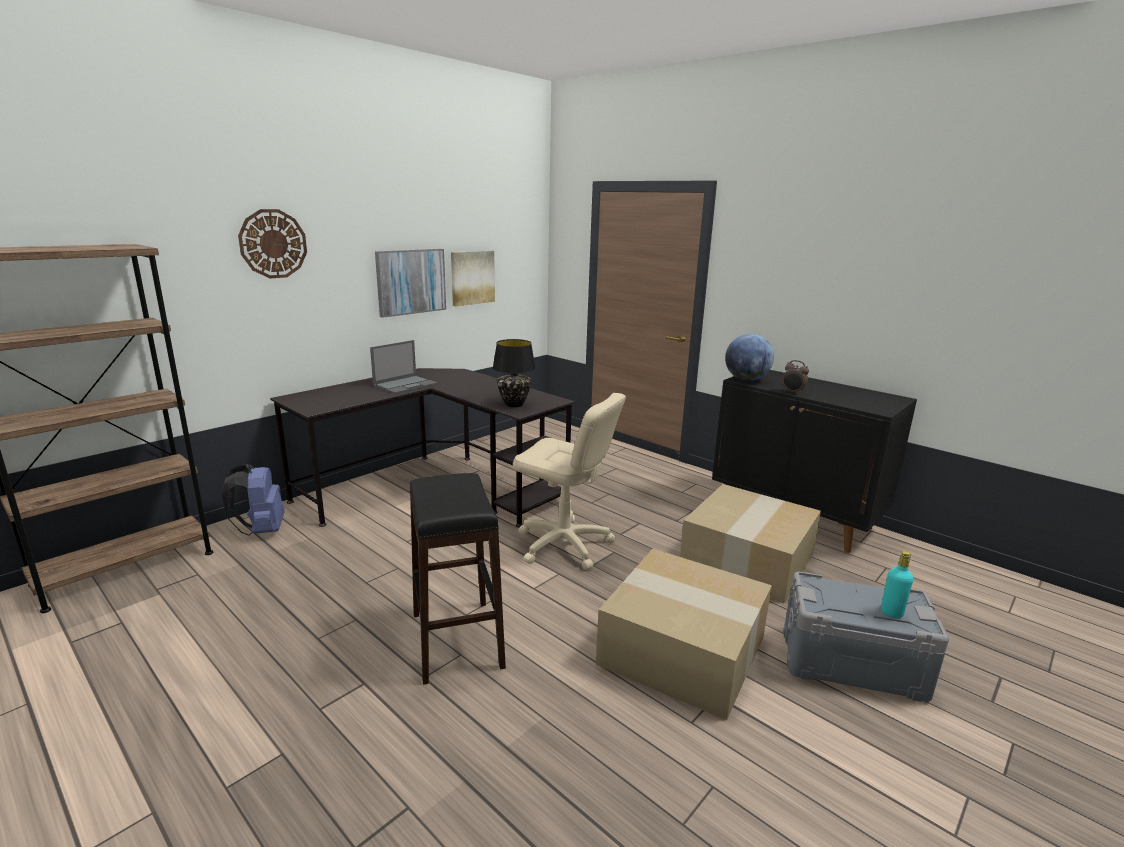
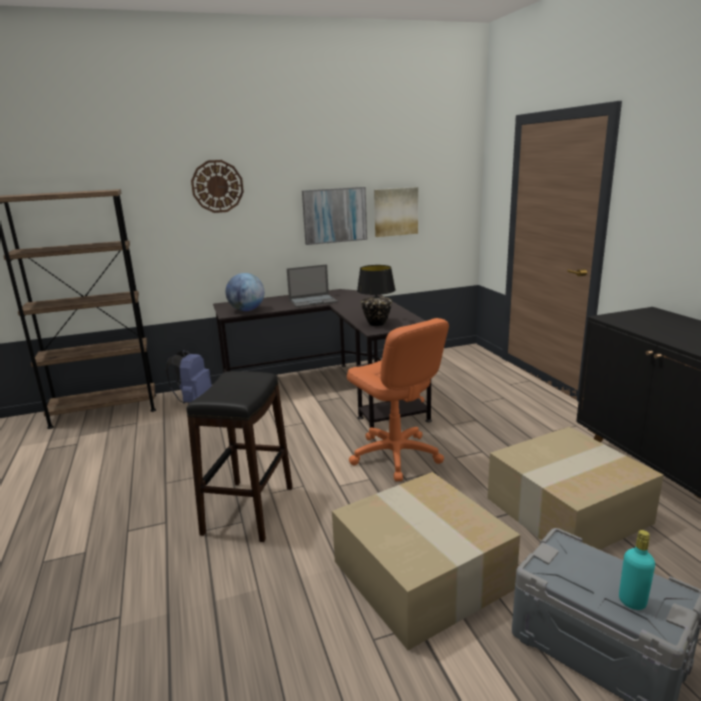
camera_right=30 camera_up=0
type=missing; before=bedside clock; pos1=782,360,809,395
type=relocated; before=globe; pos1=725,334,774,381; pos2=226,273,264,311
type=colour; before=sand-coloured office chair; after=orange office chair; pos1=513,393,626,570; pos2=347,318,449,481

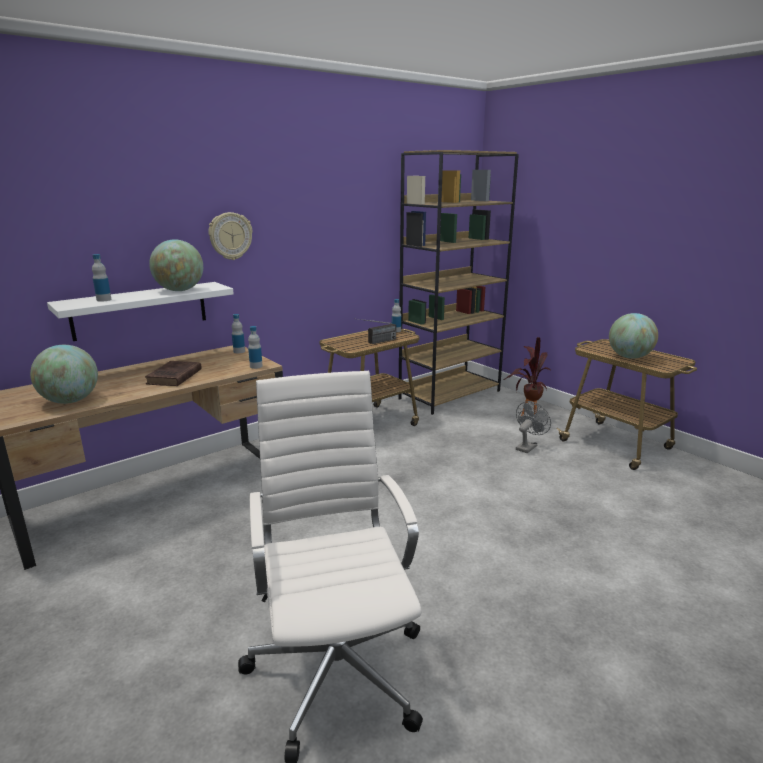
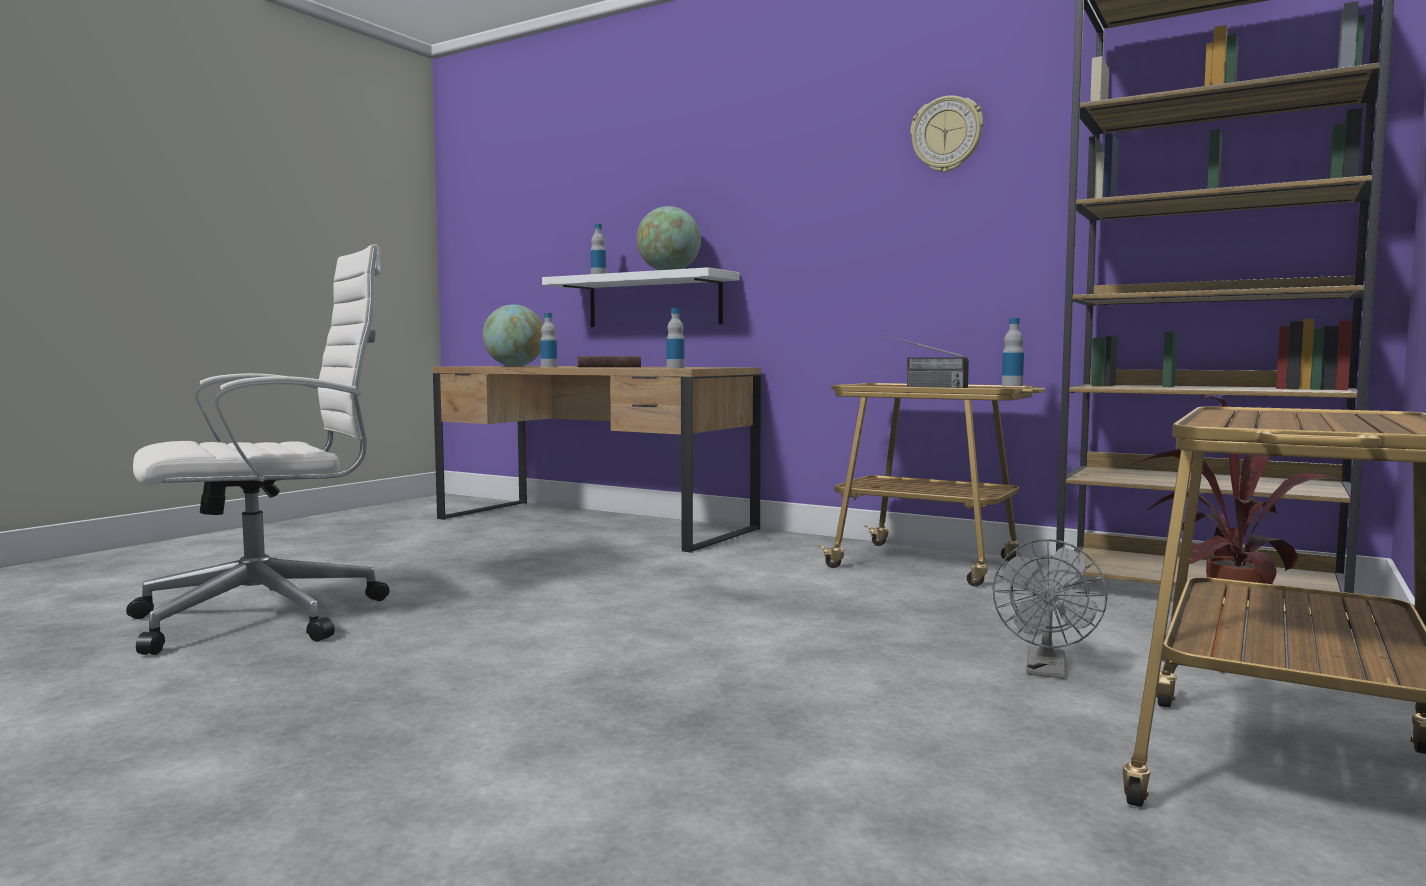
camera_right=70 camera_up=-15
type=missing; before=globe; pos1=609,313,658,359
type=relocated; before=wall clock; pos1=208,212,253,260; pos2=910,95,984,173
type=relocated; before=bottle; pos1=232,314,245,353; pos2=540,313,557,367
type=spun; before=gray cooling fan; pos1=516,401,551,453; pos2=992,539,1107,679; turn=90

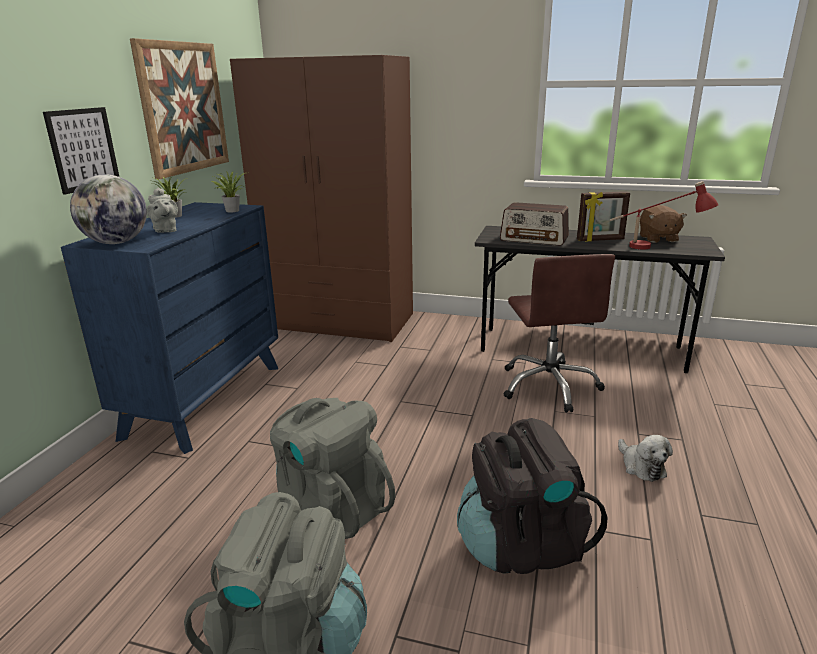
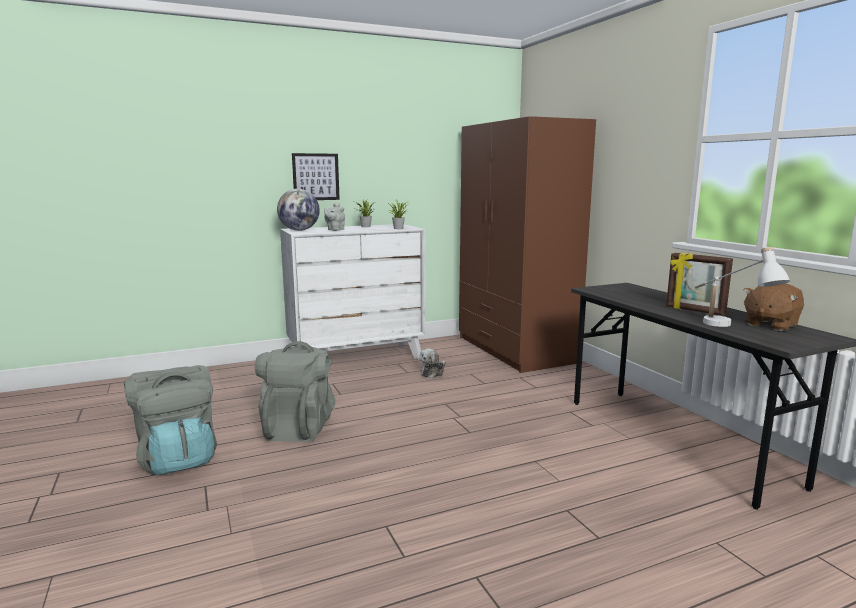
camera_right=50 camera_up=-10
type=missing; before=wall art; pos1=130,38,229,179
type=missing; before=black backpack; pos1=457,418,607,574
type=missing; before=radio; pos1=500,202,569,246
type=missing; before=brown-coloured office chair; pos1=504,254,615,413
type=relocated; before=soft toy; pos1=618,435,673,482; pos2=419,348,446,378
type=colour; before=blue dresser; after=whitish dresser; pos1=61,202,278,454; pos2=280,224,425,360
type=colour; before=red-coloured table lamp; after=whitish table lamp; pos1=610,181,718,250; pos2=695,247,790,327

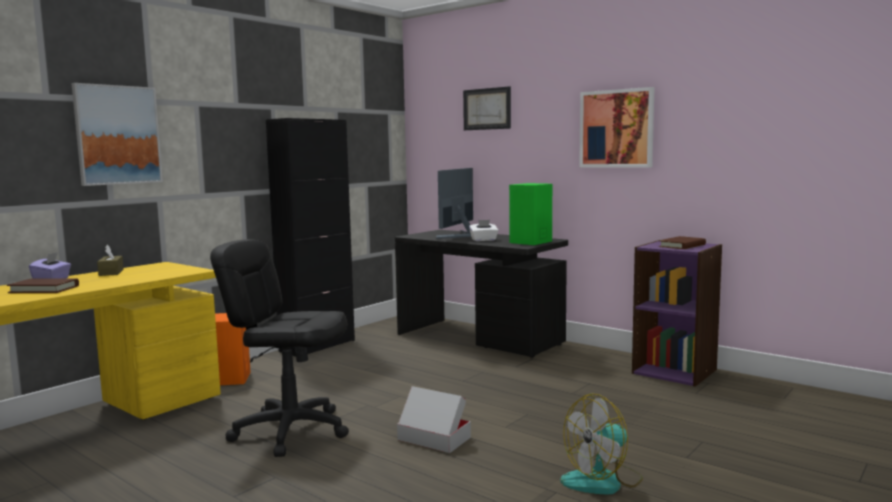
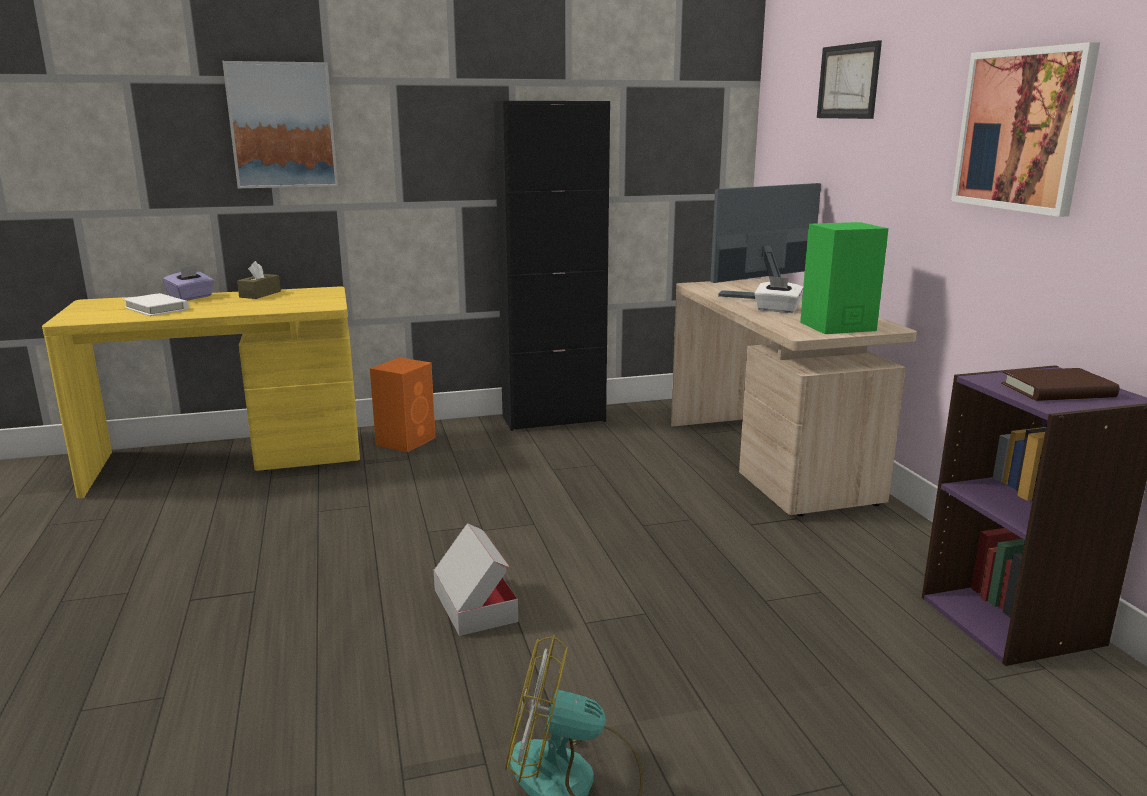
camera_right=35 camera_up=10
type=missing; before=black office chair; pos1=210,239,349,457
type=colour; before=brown-coloured book; after=whitish book; pos1=7,278,79,293; pos2=123,293,189,316
type=colour; before=black desk table; after=sand-coloured desk table; pos1=395,230,568,358; pos2=671,278,917,516

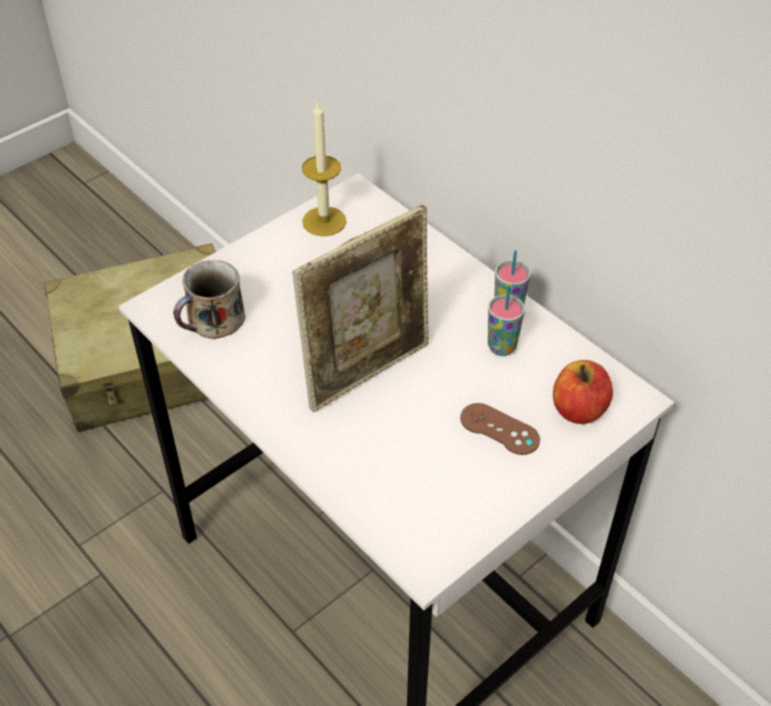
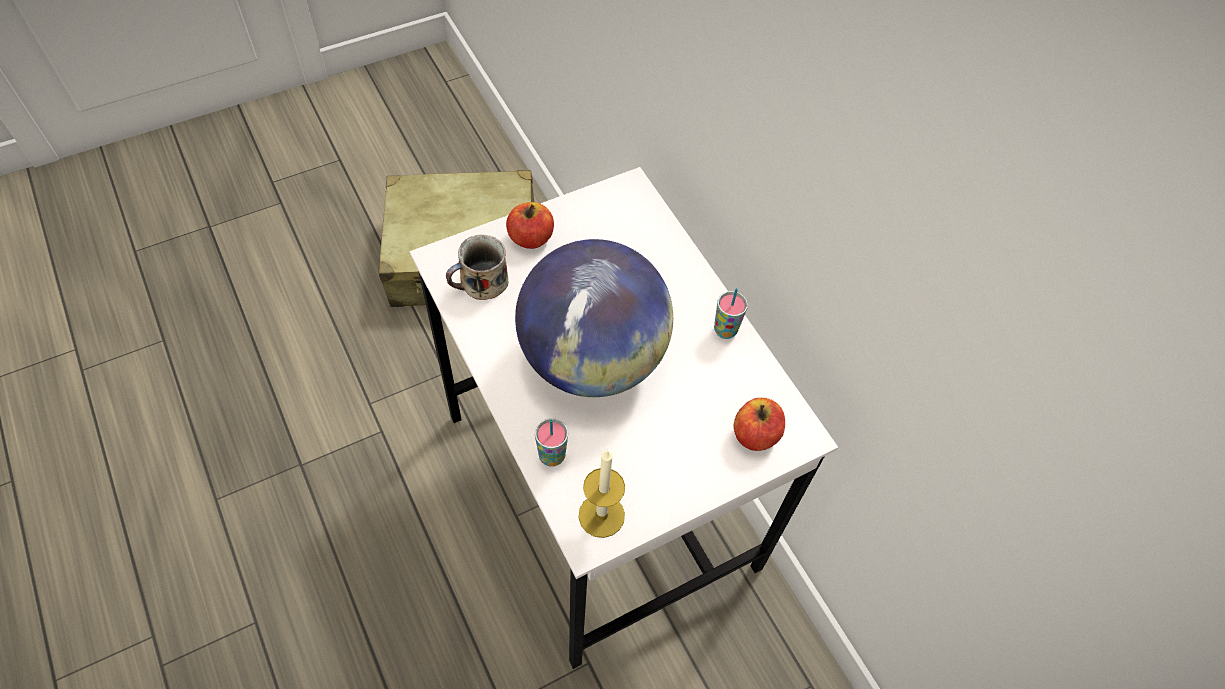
camera_right=10 camera_up=10
type=missing; before=brown-coloured game controller; pos1=460,403,540,455
type=appeared; after=apple fruit; pos2=506,202,554,249
type=relocated; before=wax candle; pos1=302,101,346,236; pos2=578,450,625,538
type=relocated; before=small cup; pos1=488,285,525,356; pos2=535,418,568,467
type=exchanged; before=picture frame; after=globe; pos1=293,205,429,412; pos2=515,239,673,397

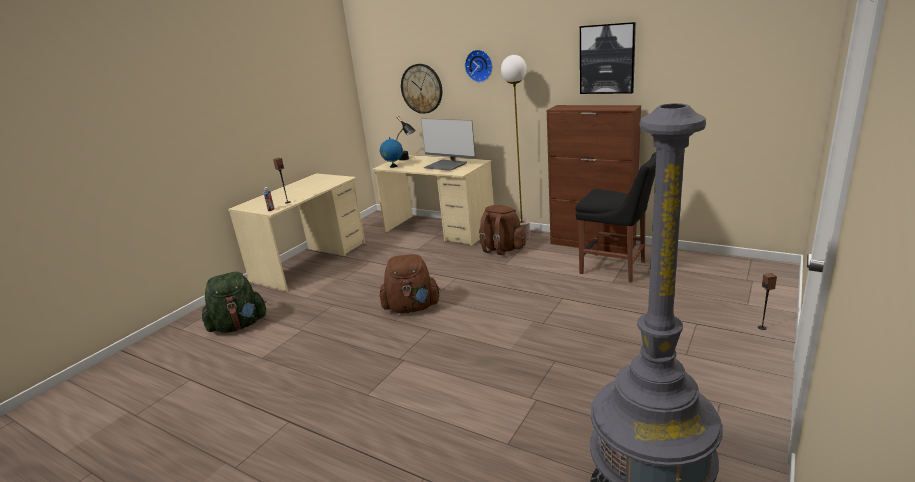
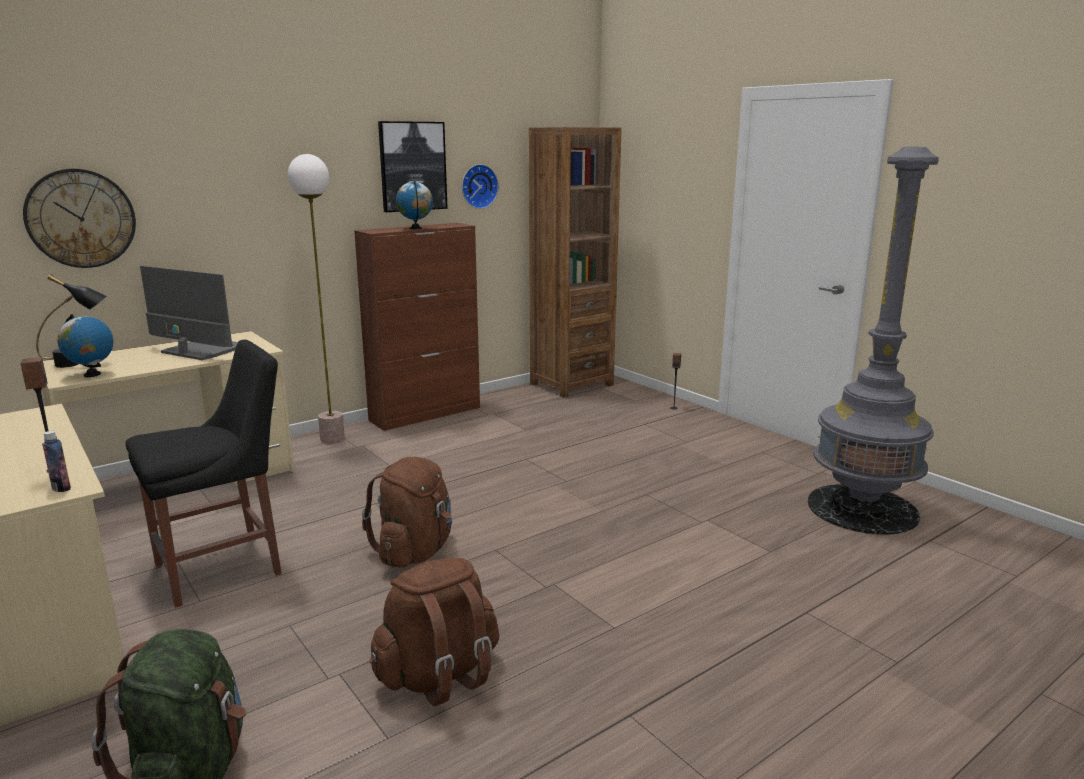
camera_right=-70 camera_up=-5
type=appeared; after=globe; pos2=396,181,433,229
type=appeared; after=brown-coloured bookshelf; pos2=529,127,622,398
type=relocated; before=wall clock; pos1=465,50,492,82; pos2=462,164,499,209
type=relocated; before=brown-coloured backpack; pos1=479,205,526,255; pos2=369,558,499,706
type=relocated; before=black upright chair; pos1=575,152,656,283; pos2=126,340,282,608
type=spun; before=monitor; pos1=421,118,476,171; pos2=140,266,238,360; turn=-120

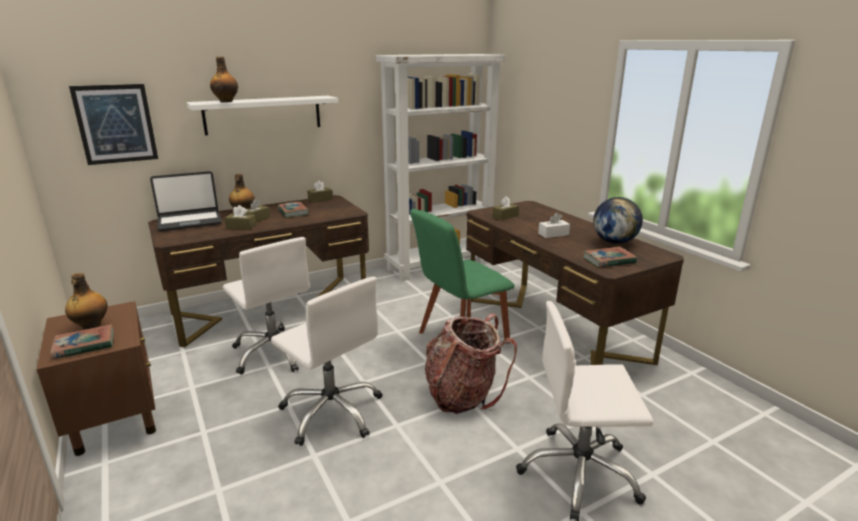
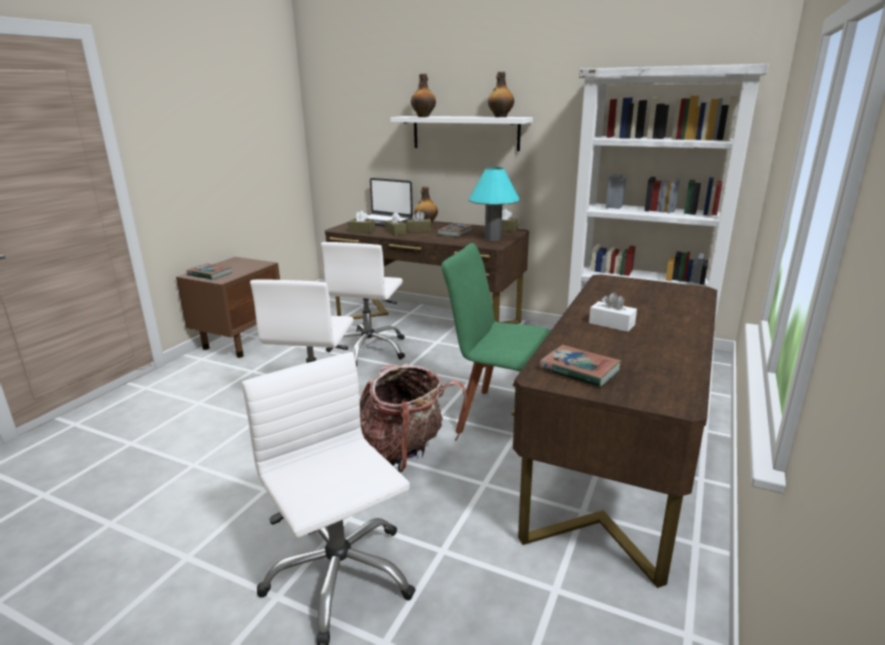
camera_right=55 camera_up=0
type=missing; before=wall art; pos1=69,84,158,165
type=missing; before=globe; pos1=593,197,643,244
type=appeared; after=turquoise-coloured table lamp; pos2=469,167,520,241
type=relocated; before=bottle; pos1=65,273,108,329; pos2=488,72,514,117
type=relocated; before=brown-coloured box of tissues; pos1=492,196,519,220; pos2=348,211,375,233

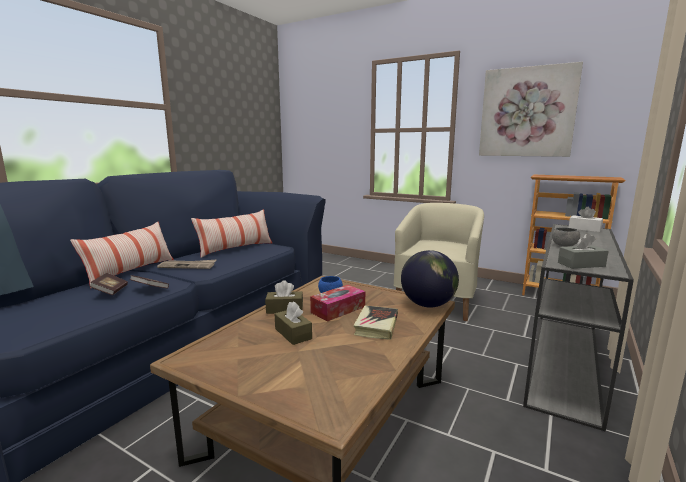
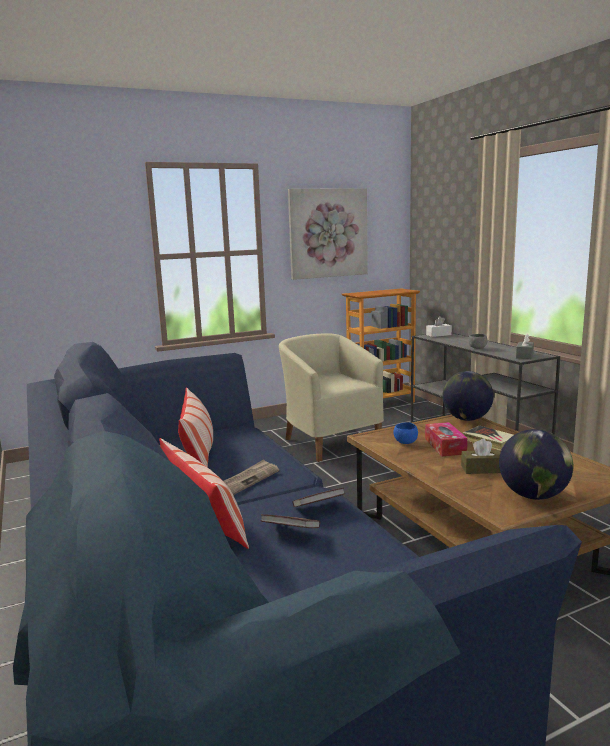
camera_right=-55 camera_up=0
type=missing; before=brown-coloured box of tissues; pos1=265,280,303,314
type=appeared; after=globe; pos2=499,429,573,500

